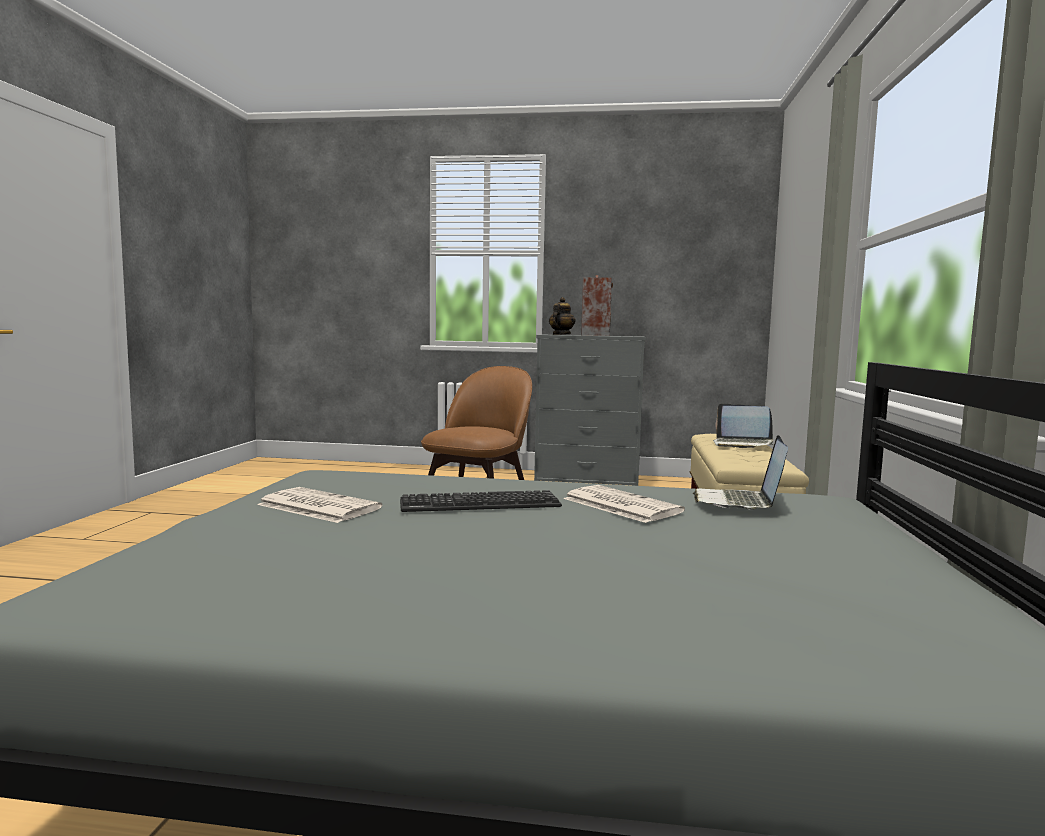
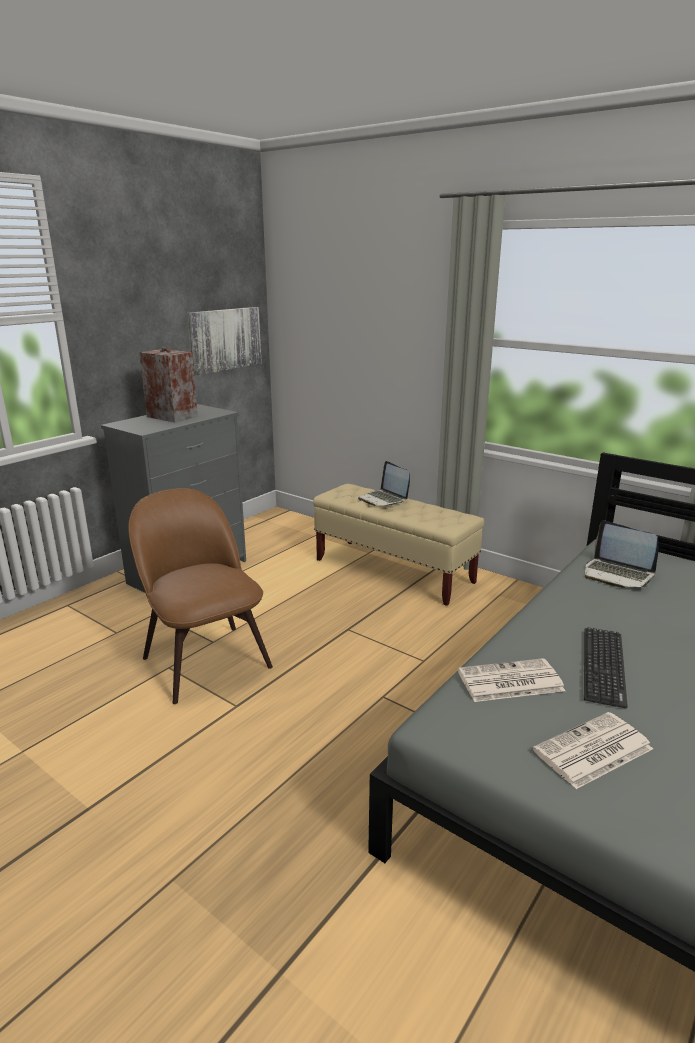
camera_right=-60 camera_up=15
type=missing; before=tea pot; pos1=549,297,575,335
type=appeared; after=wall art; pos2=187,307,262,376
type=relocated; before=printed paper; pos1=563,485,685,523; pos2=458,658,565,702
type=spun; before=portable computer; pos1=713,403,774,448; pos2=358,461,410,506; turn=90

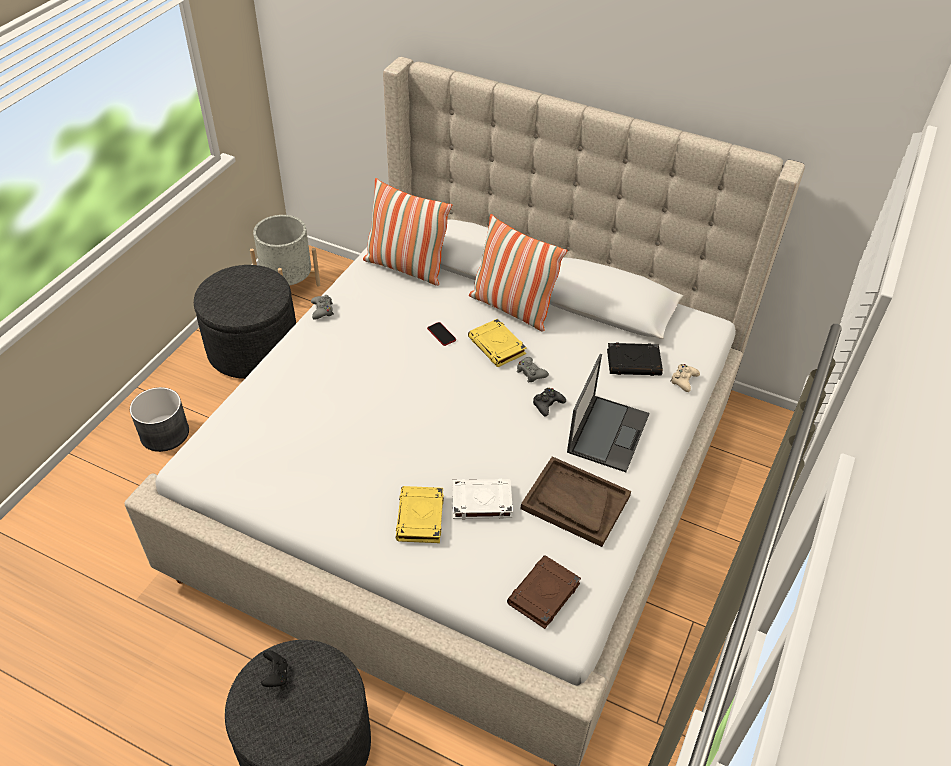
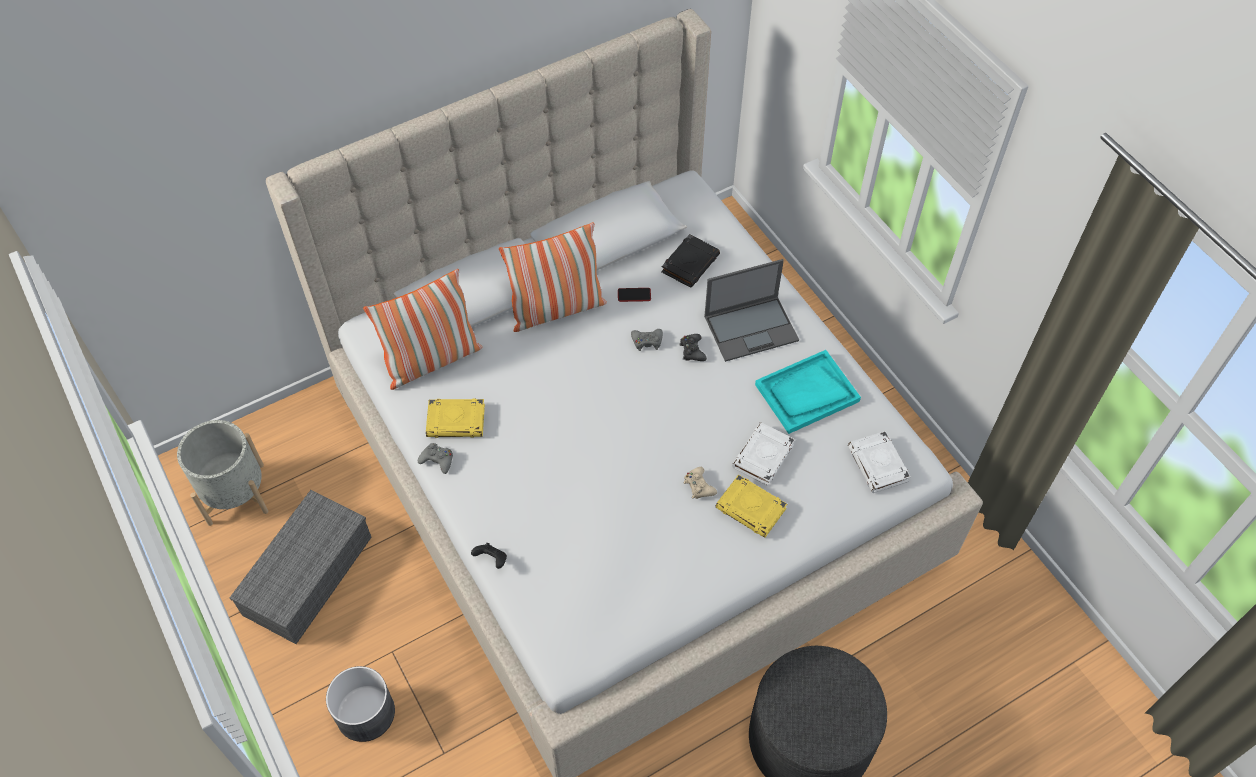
camera_right=-55 camera_up=10
type=relocated; before=black game controller; pos1=261,650,288,687; pos2=471,543,507,569
type=relocated; before=phone; pos1=427,322,456,346; pos2=618,288,651,302
type=relocated; before=yellow book; pos1=468,319,527,367; pos2=426,398,485,438
type=relocated; before=sand-coloured game controller; pos1=670,364,700,392; pos2=683,467,717,499
type=exchanged; before=gray ottoman; after=gray storage container; pos1=194,265,296,379; pos2=230,490,372,644
type=colour; before=brown-coloured book; after=whitish book; pos1=507,555,581,629; pos2=848,431,910,493
type=colour; before=brown-coloured serving tray; after=turquoise-coloured serving tray; pos1=520,456,631,547; pos2=755,350,861,434
type=spun; before=portable computer; pos1=567,354,649,472; pos2=704,259,799,362; turn=105

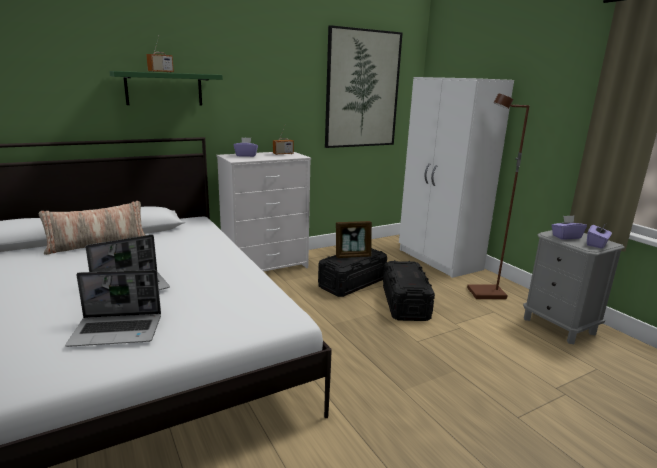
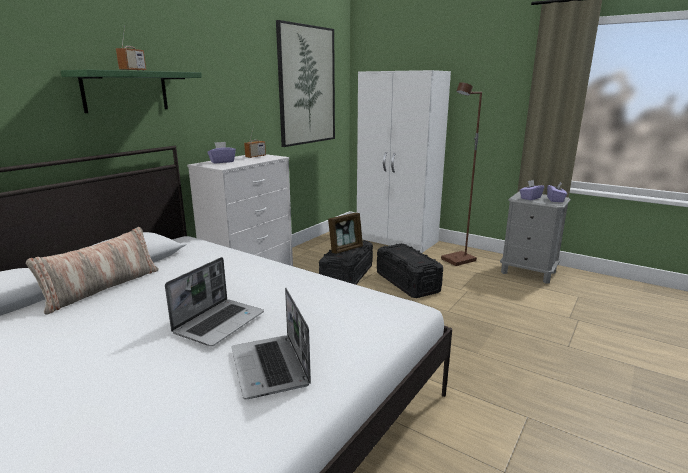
camera_right=-25 camera_up=0
type=spun; before=portable computer; pos1=65,270,161,347; pos2=231,288,311,399; turn=105

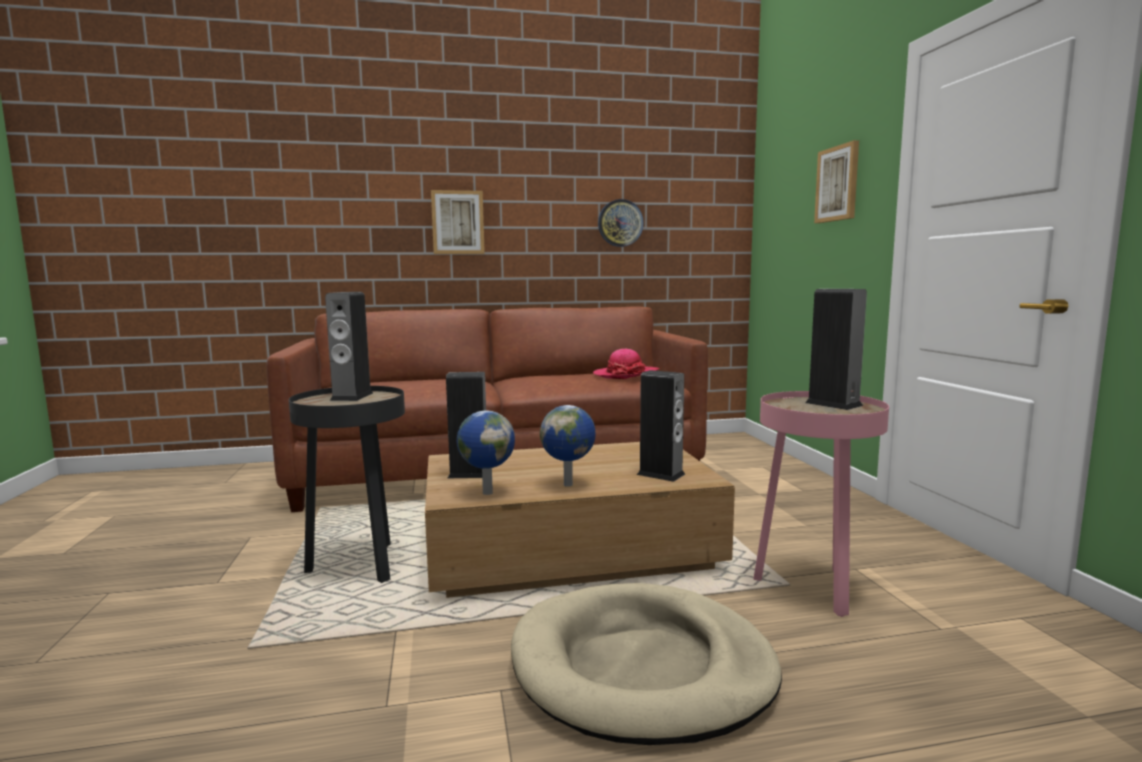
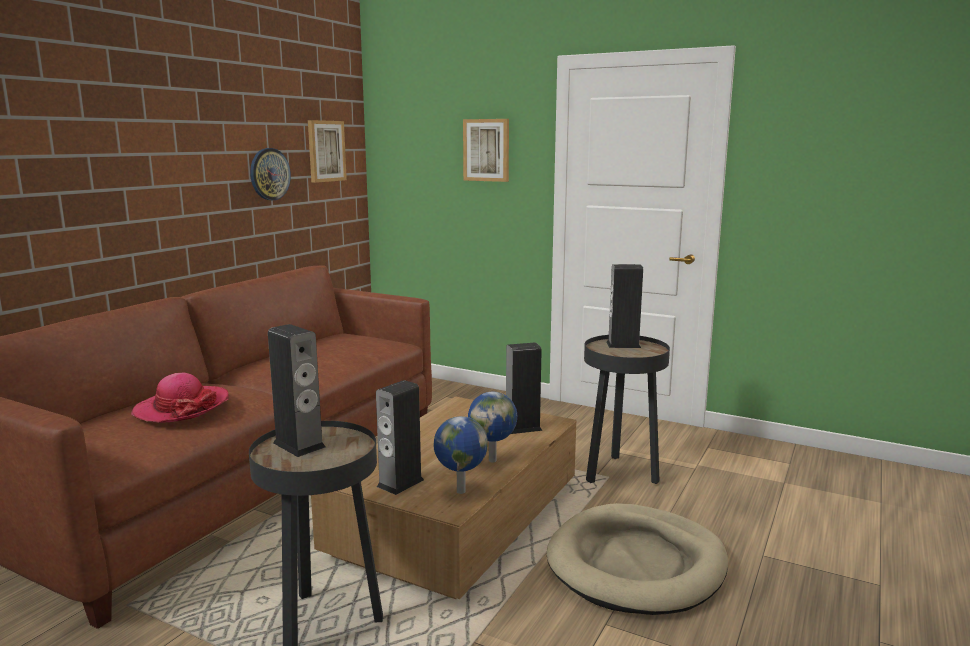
camera_right=-50 camera_up=5
type=relocated; before=wall art; pos1=431,190,485,254; pos2=308,120,347,183
type=relocated; before=wearable hat; pos1=593,349,660,379; pos2=131,373,229,423
type=colour; before=pink accent table; after=black accent table; pos1=753,391,889,617; pos2=584,335,670,484

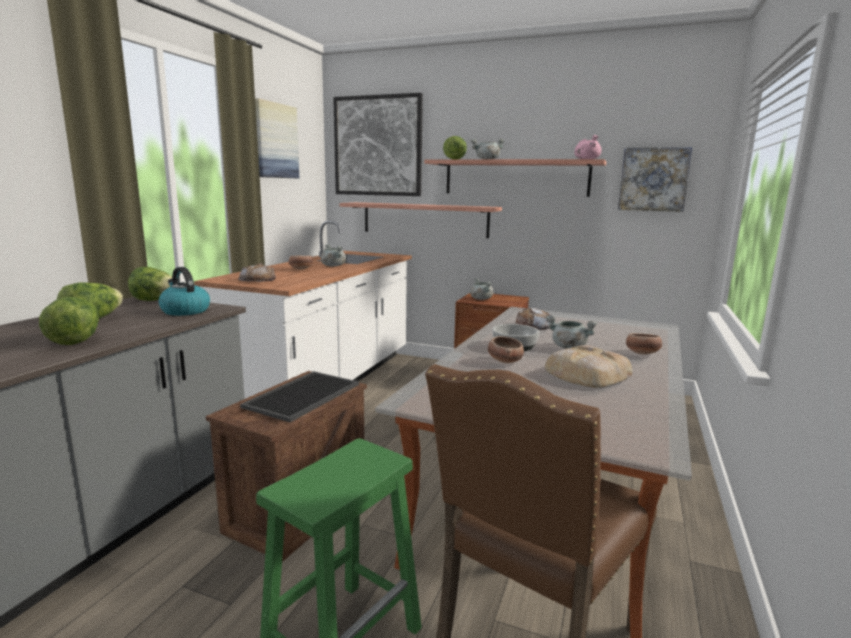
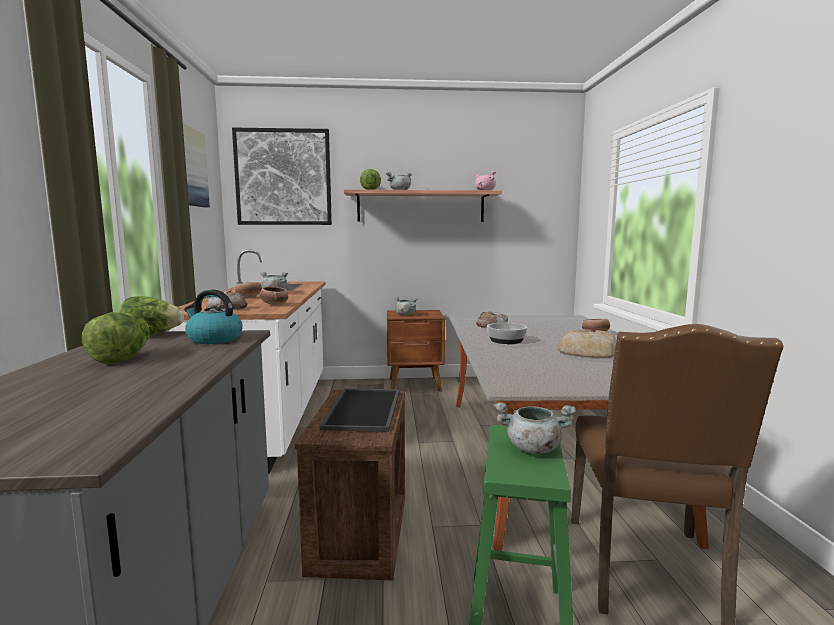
camera_right=-25 camera_up=-5
type=missing; before=head of lettuce; pos1=39,297,99,345
type=missing; before=shelf; pos1=340,202,502,238
type=missing; before=wall art; pos1=618,147,692,212
type=relocated; before=serving bowl; pos1=488,336,524,363; pos2=260,287,288,305
type=relocated; before=gray saucepot; pos1=546,315,597,349; pos2=493,402,576,454

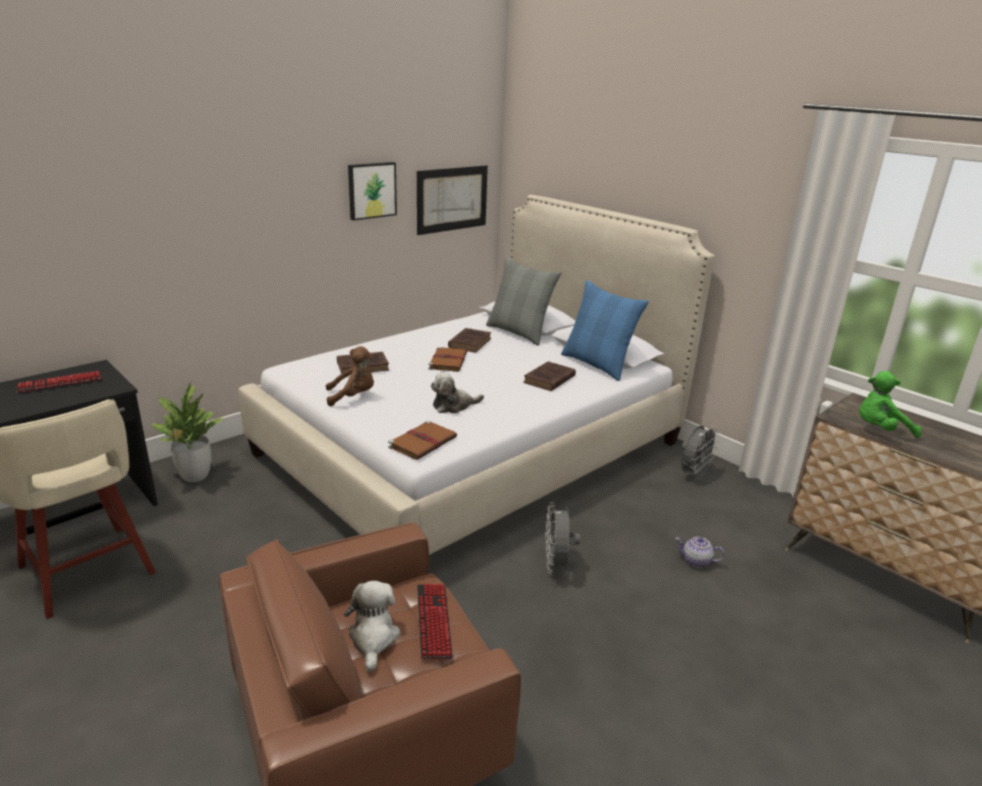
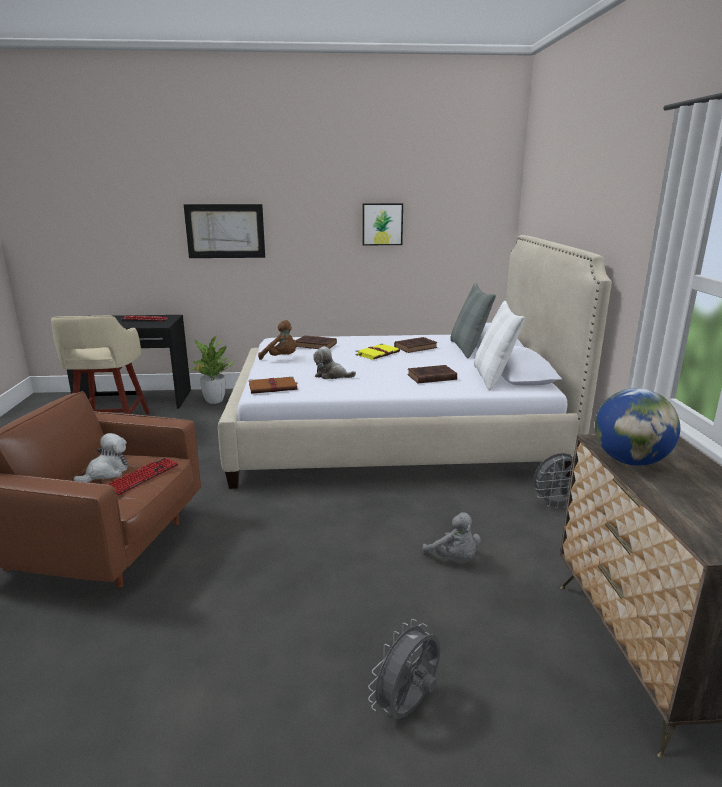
camera_right=40 camera_up=-5
type=relocated; before=wall art; pos1=417,165,488,235; pos2=184,204,265,258
type=relocated; before=gray cooling fan; pos1=545,502,580,573; pos2=368,619,441,719
type=exchanged; before=tea pot; after=gray soft toy; pos1=675,537,725,568; pos2=422,512,481,560
type=exchanged; before=green-coloured soft toy; after=globe; pos1=859,371,922,438; pos2=595,388,680,466
type=colour; before=brown-coloured book; after=yellow book; pos1=428,347,467,372; pos2=356,344,400,360
type=colour; before=blue pillow; after=whitish pillow; pos1=561,280,649,381; pos2=474,301,525,390

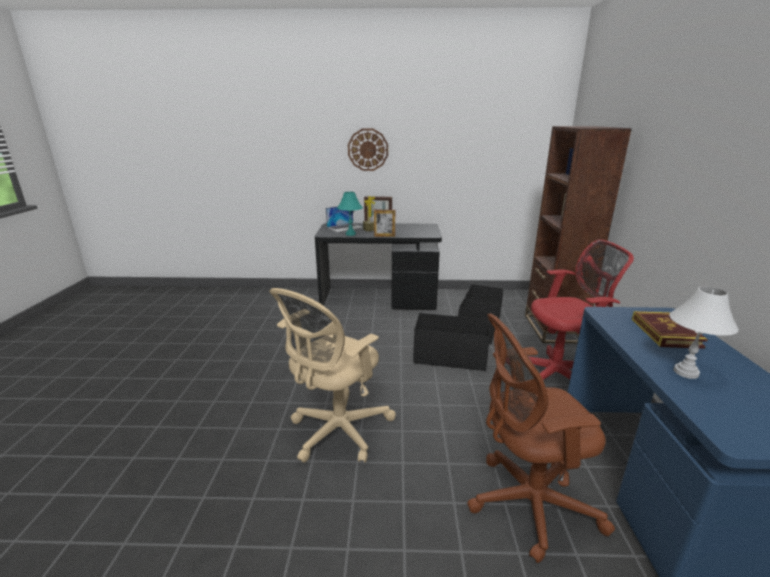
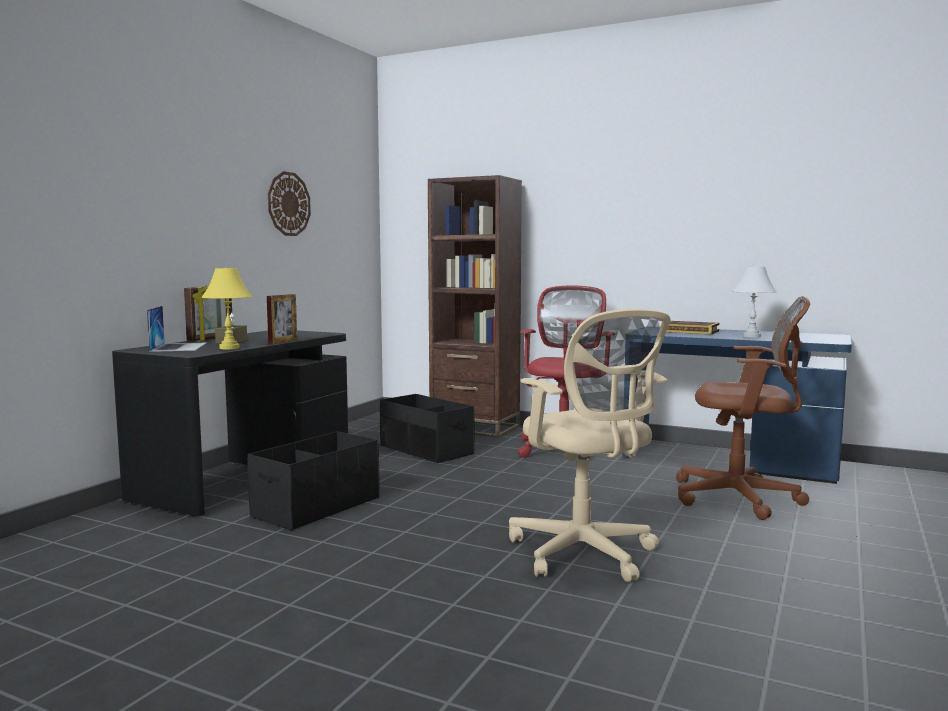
camera_right=-65 camera_up=-15
type=relocated; before=wall clock; pos1=348,129,388,171; pos2=268,171,311,236
type=relocated; before=black storage container; pos1=413,313,491,371; pos2=247,431,379,530
type=colour; before=turquoise-coloured table lamp; after=yellow table lamp; pos1=337,192,363,236; pos2=202,267,253,349
type=spun; before=brown-coloured office chair; pos1=467,313,615,563; pos2=676,296,810,520; turn=-90

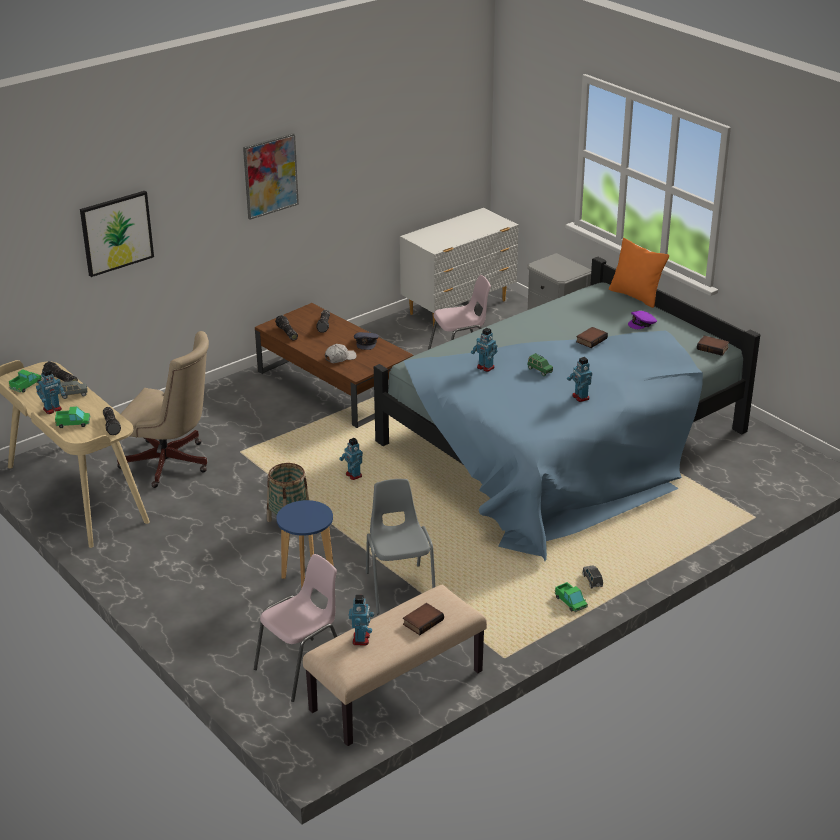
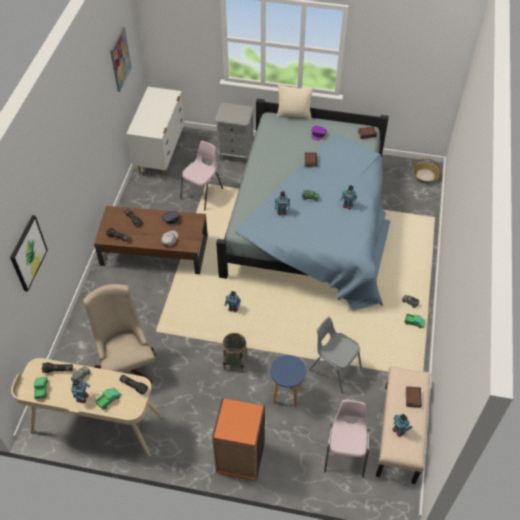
camera_right=-40 camera_up=20
type=appeared; after=orange bookshelf; pos2=212,398,265,481
type=appeared; after=household basket; pos2=413,158,441,183
type=relocated; before=wall art; pos1=243,133,299,220; pos2=110,27,131,92
type=colour; before=orange pillow; after=sand-coloured pillow; pos1=609,238,669,308; pos2=277,85,314,120
type=spun; before=sand-coloured office chair; pos1=117,331,209,488; pos2=83,284,156,386; turn=-90

